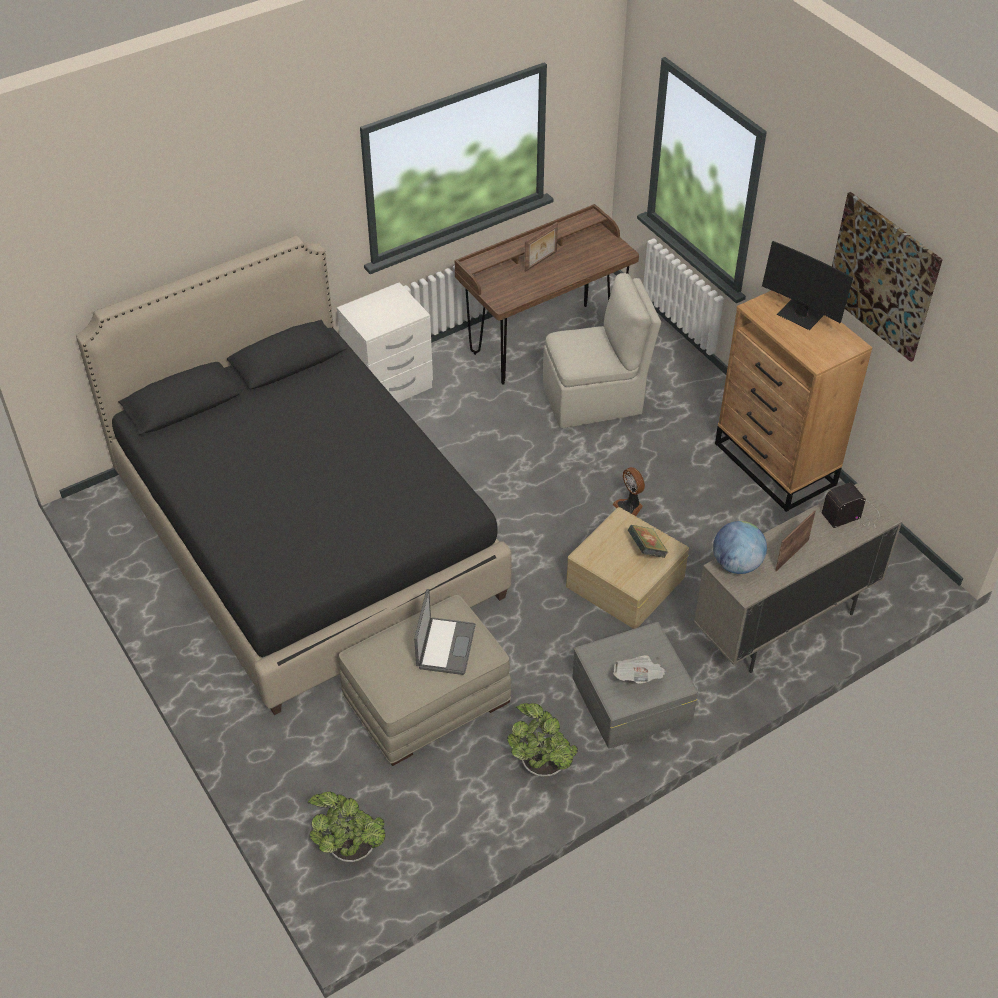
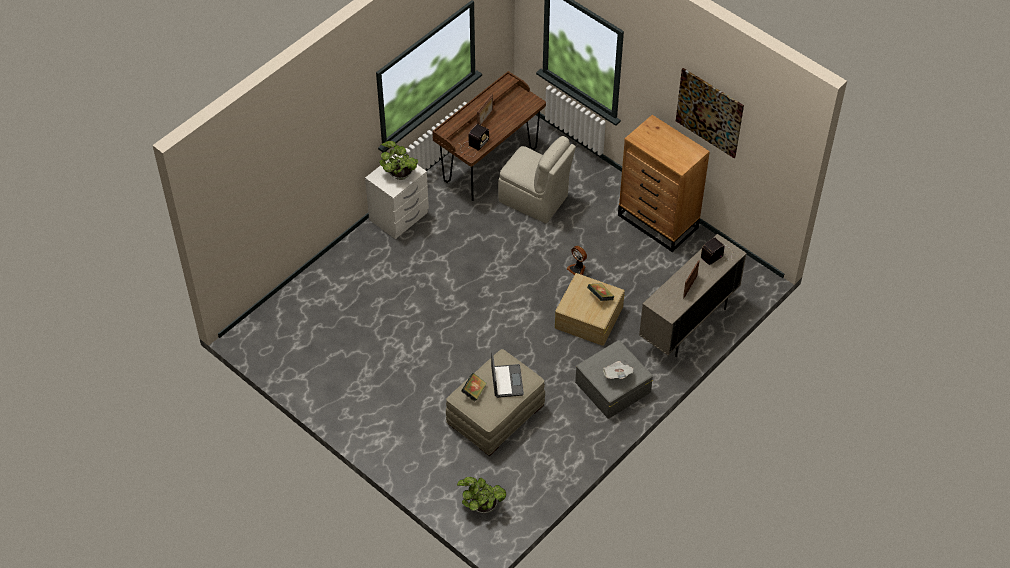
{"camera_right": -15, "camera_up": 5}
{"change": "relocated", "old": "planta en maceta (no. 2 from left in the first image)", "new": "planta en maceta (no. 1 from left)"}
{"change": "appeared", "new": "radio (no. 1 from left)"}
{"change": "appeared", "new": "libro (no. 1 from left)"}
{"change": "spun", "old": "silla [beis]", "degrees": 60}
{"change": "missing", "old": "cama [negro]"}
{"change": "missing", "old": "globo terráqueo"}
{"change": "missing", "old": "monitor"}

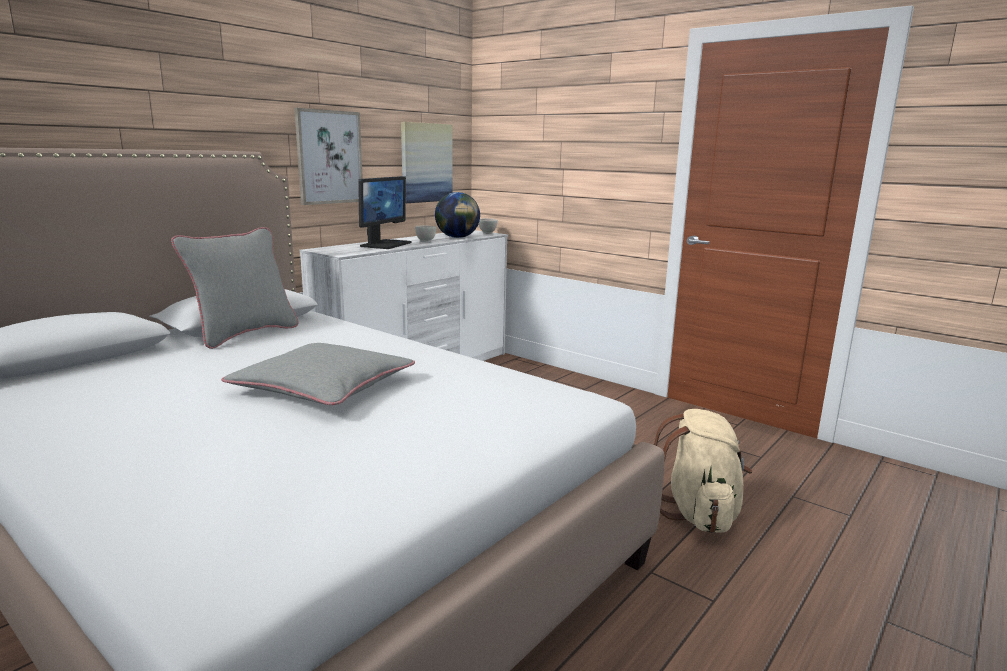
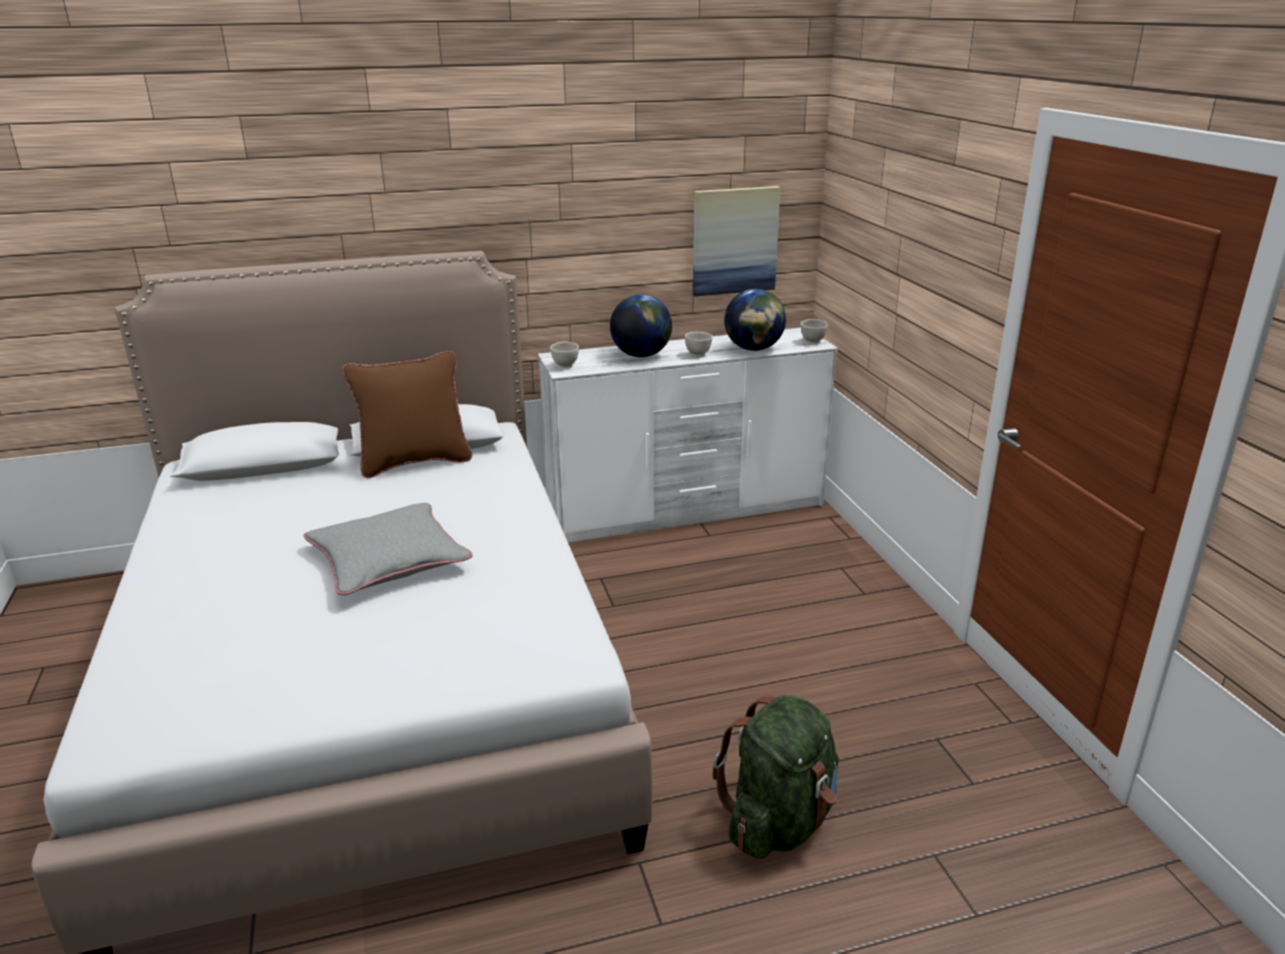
{"camera_right": 35, "camera_up": 10}
{"change": "colour", "old": "cojín [gris] (no. 1 from left)", "new": "cojín [marrón]"}
{"change": "appeared", "new": "cuenco [blanco] (no. 1 from left)"}
{"change": "exchanged", "old": "monitor", "new": "globo terráqueo (no. 1 from left)"}
{"change": "colour", "old": "mochila [beis]", "new": "mochila [verde]"}
{"change": "missing", "old": "cuadro (no. 1 from left)"}

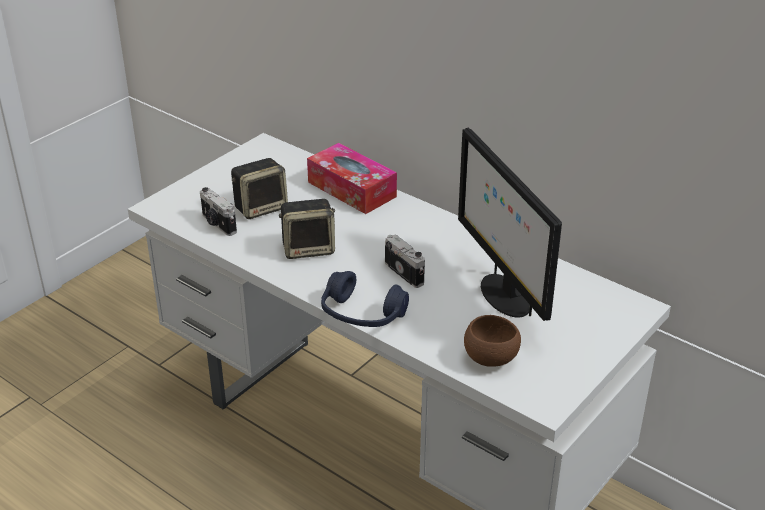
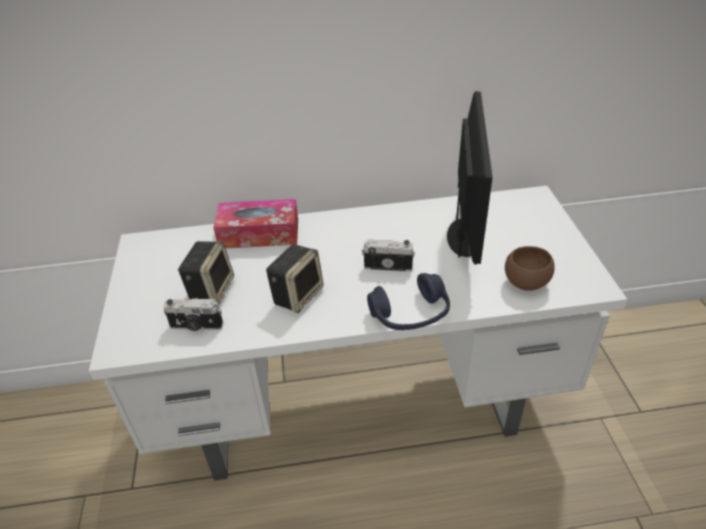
{"camera_right": -45, "camera_up": 5}
{"change": "spun", "old": "monitor", "degrees": -105}

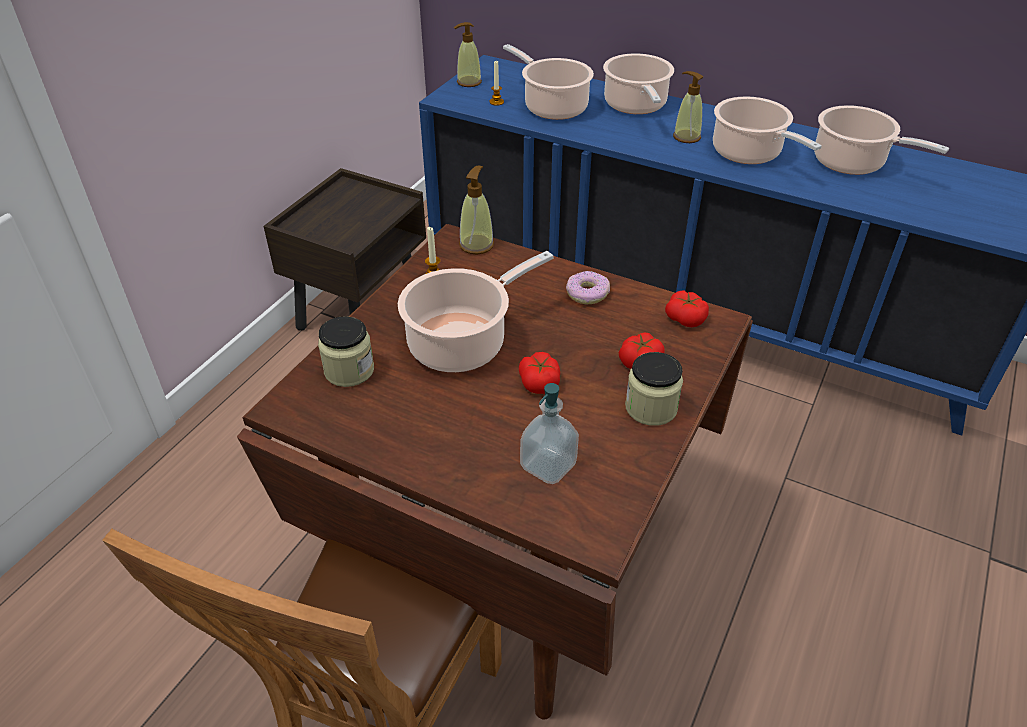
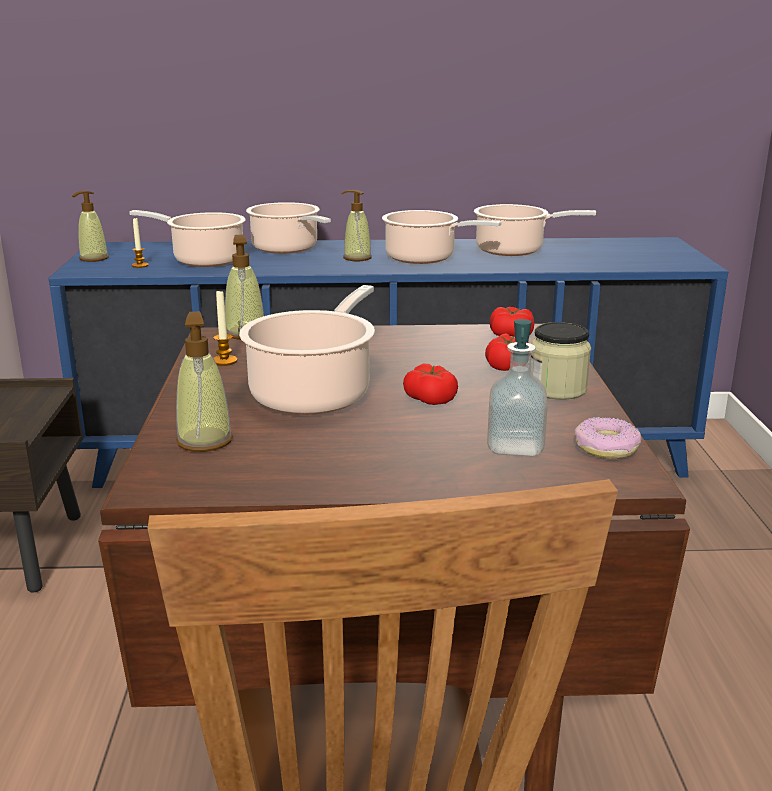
{"camera_right": -30, "camera_up": -20}
{"change": "exchanged", "old": "tarro (no. 1 from left)", "new": "dispensador de jabón (no. 2 from left)"}
{"change": "relocated", "old": "rosquilla"}

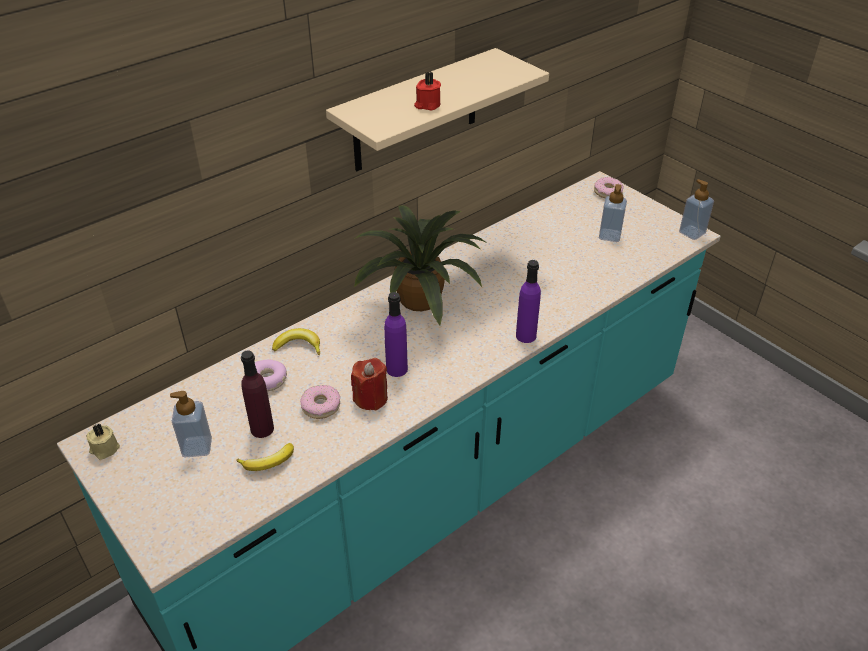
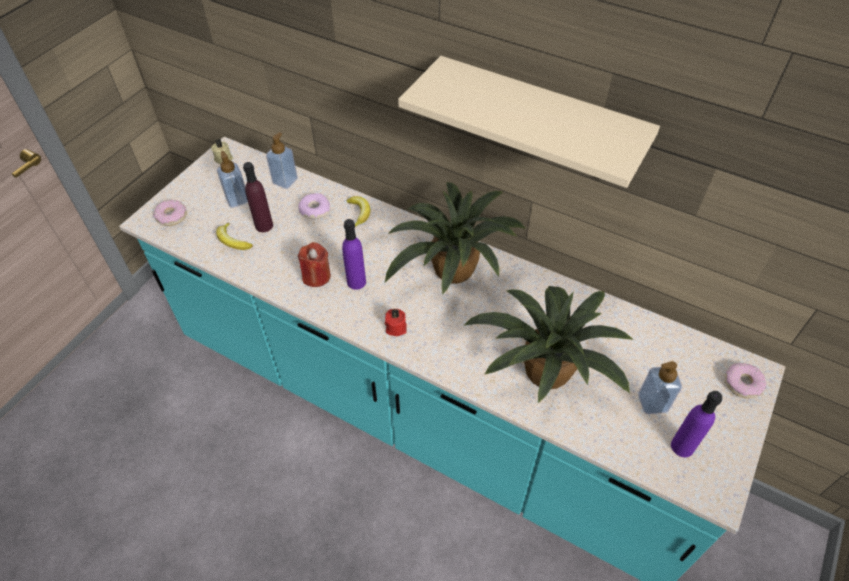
{"camera_right": 70, "camera_up": 10}
{"change": "relocated", "old": "rosquilla (no. 2 from left in the first image)", "new": "rosquilla (no. 1 from left)"}
{"change": "relocated", "old": "dispensador de jabón (no. 3 from left in the first image)", "new": "dispensador de jabón (no. 2 from left)"}
{"change": "relocated", "old": "vela [rojo] (no. 2 from left)"}
{"change": "appeared", "new": "planta en maceta (no. 2 from left)"}
{"change": "relocated", "old": "botella [morado] (no. 3 from left)"}

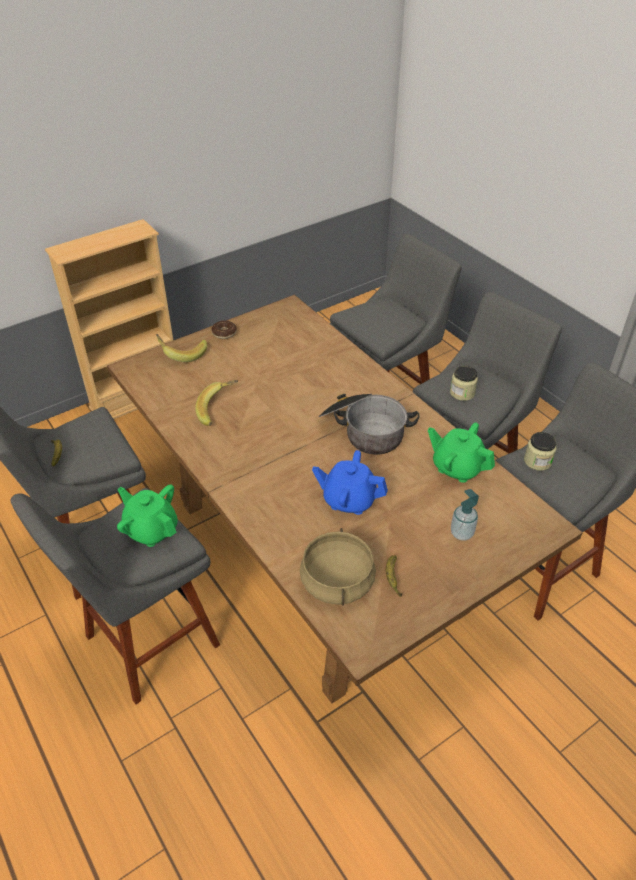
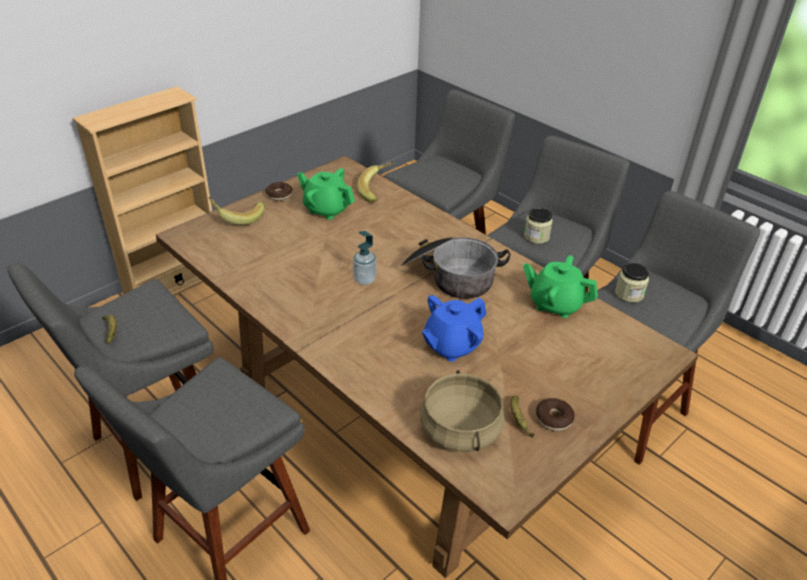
{"camera_right": -10, "camera_up": -5}
{"change": "relocated", "old": "tetera [verde] (no. 1 from left)"}
{"change": "relocated", "old": "dispensador de jabón"}
{"change": "relocated", "old": "plátano (no. 3 from left)"}
{"change": "spun", "old": "tetera [azul]", "degrees": -45}
{"change": "appeared", "new": "rosquilla (no. 2 from left)"}

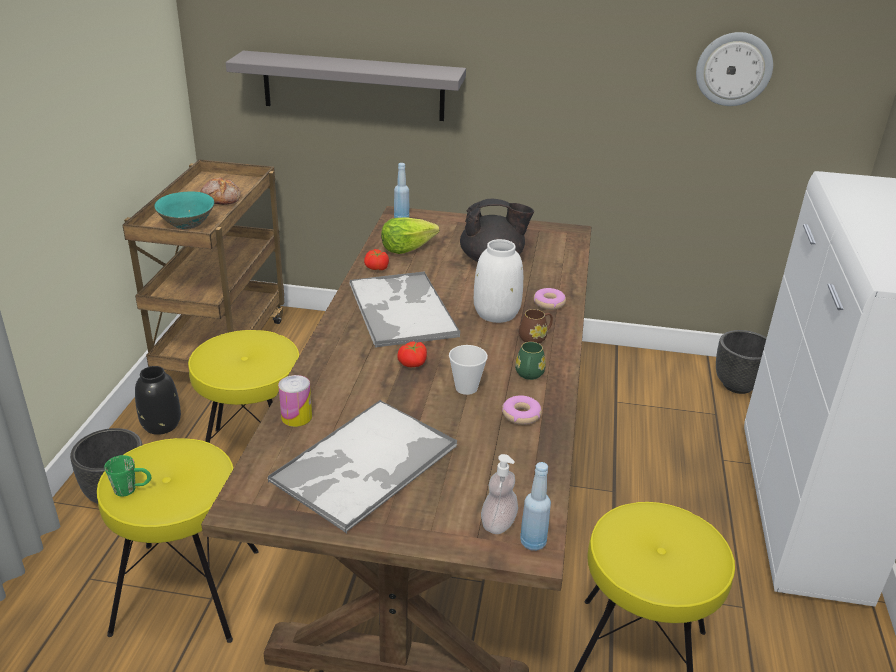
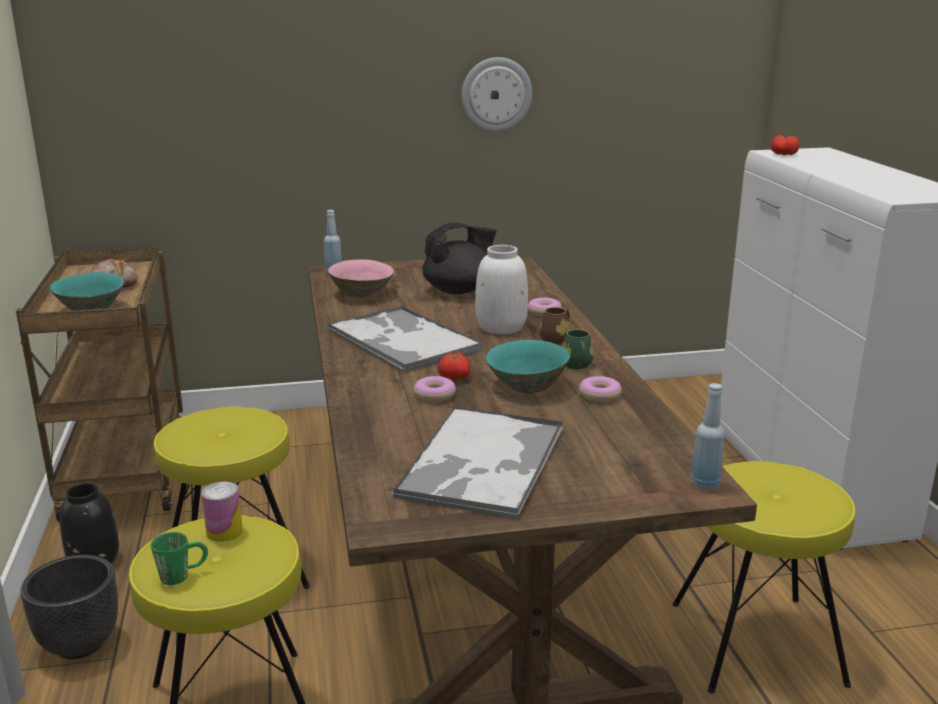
{"camera_right": -20, "camera_up": -10}
{"change": "relocated", "old": "lata"}
{"change": "exchanged", "old": "lechuga", "new": "cuenco [rosa]"}
{"change": "appeared", "new": "rosquilla (no. 1 from left)"}
{"change": "relocated", "old": "reloj de pared"}
{"change": "exchanged", "old": "taza", "new": "cuenco [turquesa] (no. 2 from left)"}
{"change": "relocated", "old": "tomate (no. 1 from left in the first image)", "new": "tomate (no. 2 from left)"}
{"change": "missing", "old": "estante [gris]"}
{"change": "missing", "old": "dispensador de jabón"}
{"change": "missing", "old": "maceta [negro] (no. 2 from left)"}

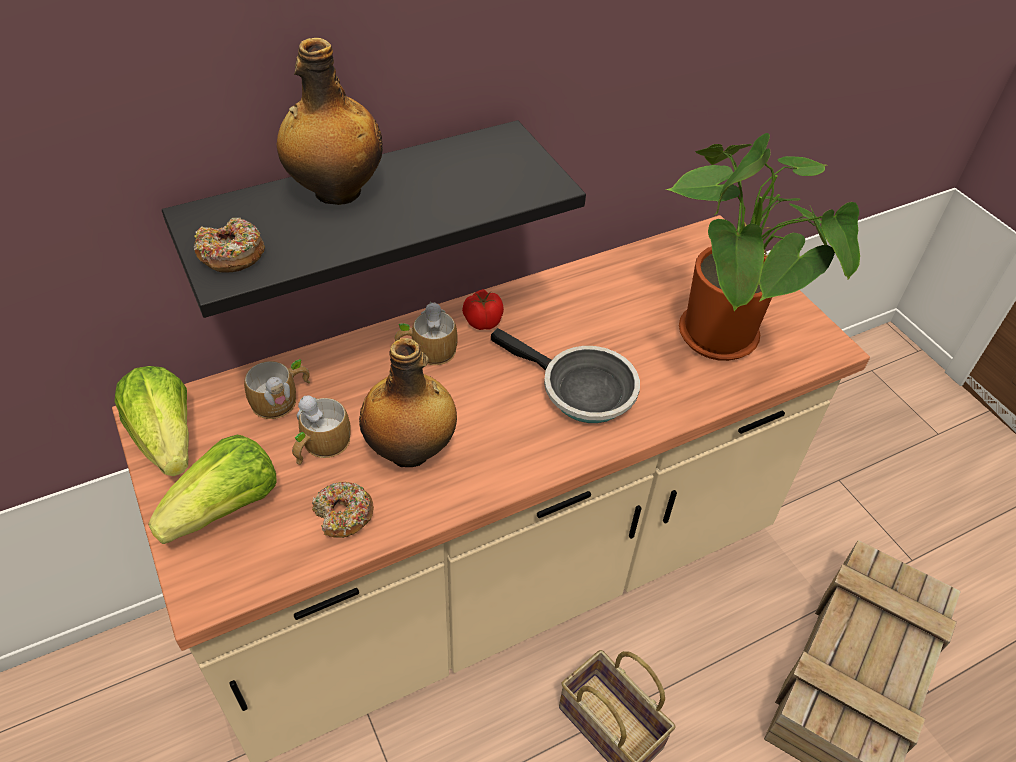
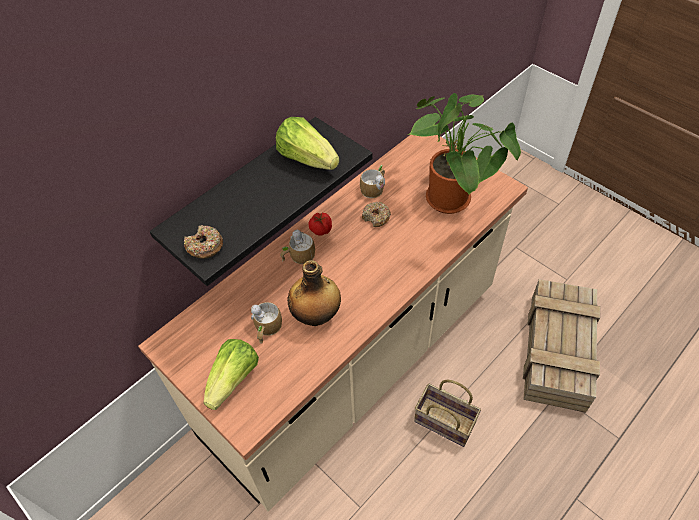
{"camera_right": -15, "camera_up": 5}
{"change": "relocated", "old": "lechuga (no. 1 from left in the first image)", "new": "lechuga (no. 2 from left)"}
{"change": "relocated", "old": "taza grande (no. 1 from left in the first image)", "new": "taza grande (no. 3 from left)"}
{"change": "relocated", "old": "rosquilla (no. 2 from left)"}
{"change": "missing", "old": "botella (no. 1 from left)"}
{"change": "missing", "old": "sartén"}

